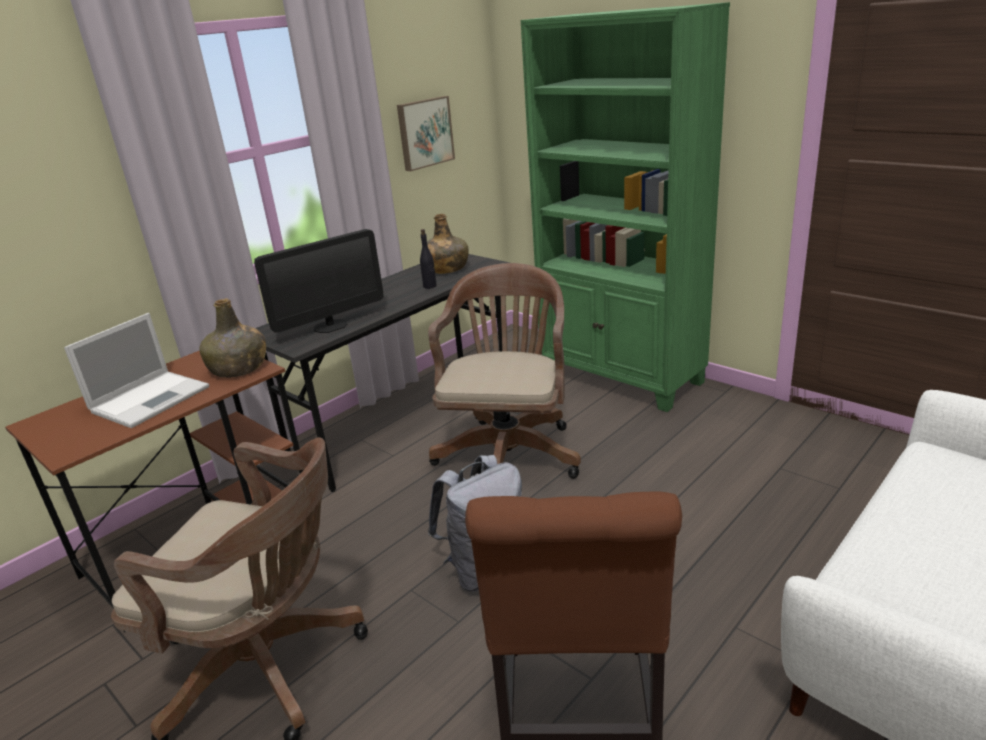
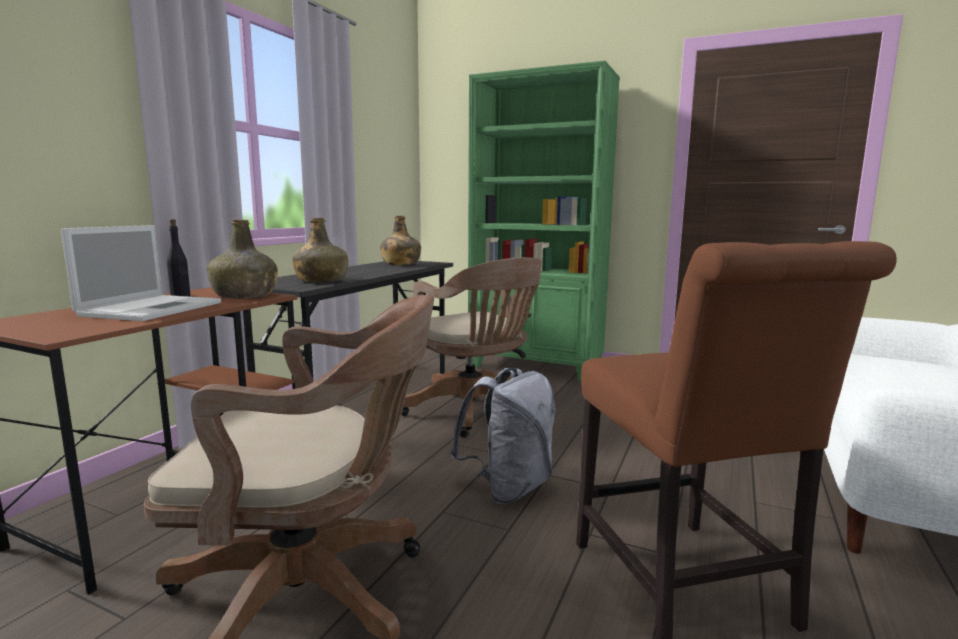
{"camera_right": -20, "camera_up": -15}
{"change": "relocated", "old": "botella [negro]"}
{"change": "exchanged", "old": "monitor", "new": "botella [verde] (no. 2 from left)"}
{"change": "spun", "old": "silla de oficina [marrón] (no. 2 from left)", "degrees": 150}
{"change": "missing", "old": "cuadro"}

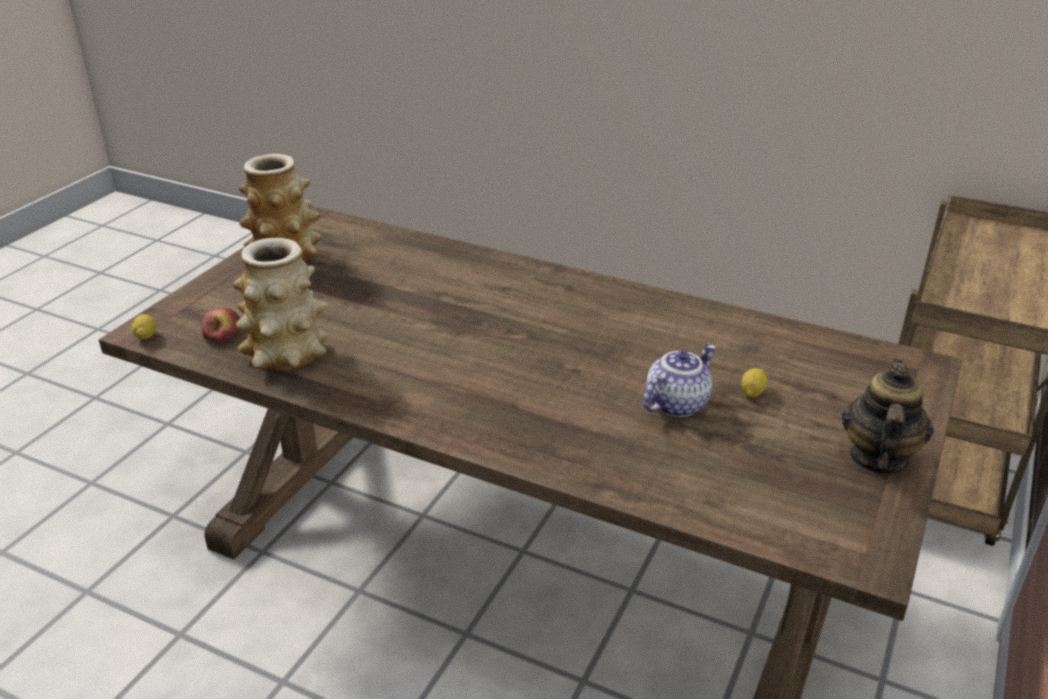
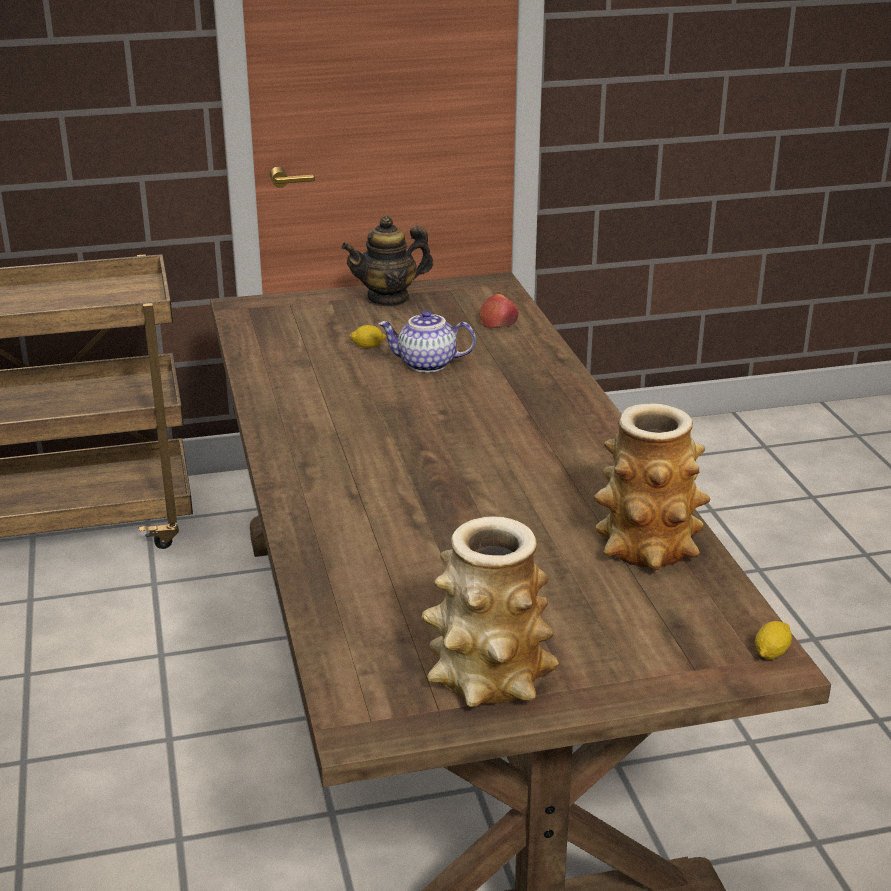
{"camera_right": -130, "camera_up": -5}
{"change": "relocated", "old": "manzana"}

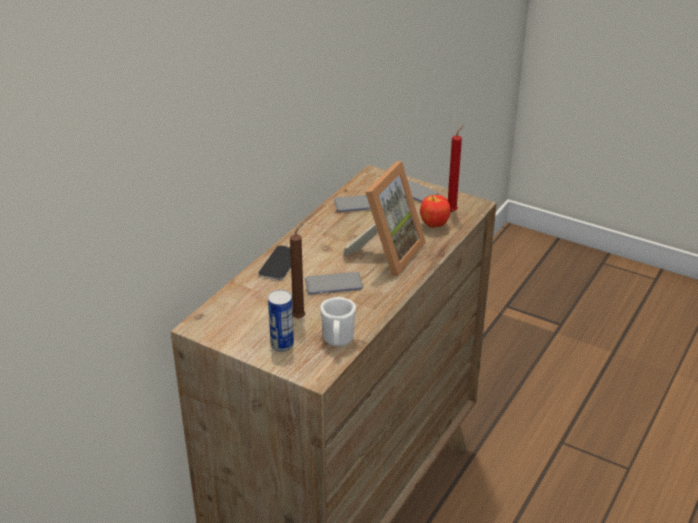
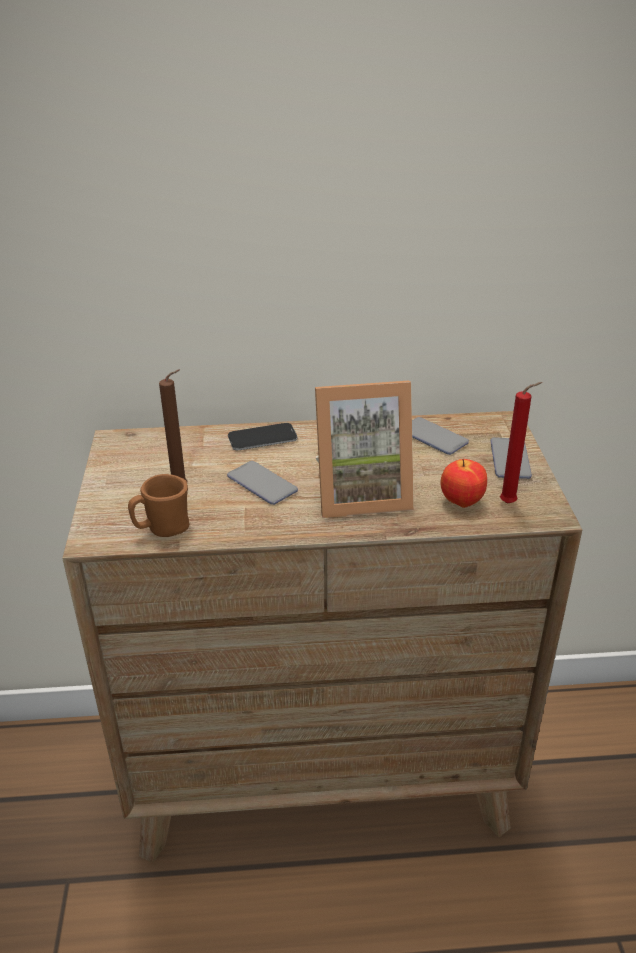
{"camera_right": 55, "camera_up": 0}
{"change": "colour", "old": "taza grande [blanco]", "new": "taza grande [marrón]"}
{"change": "missing", "old": "lata"}

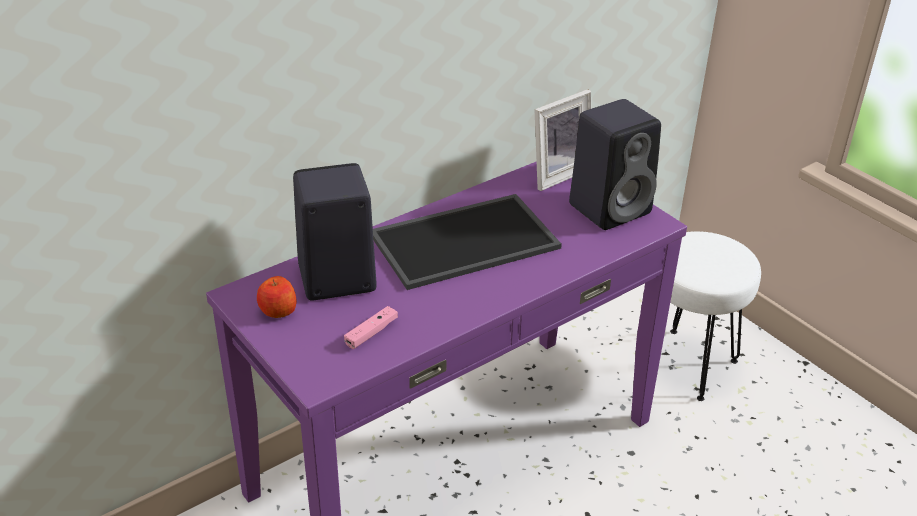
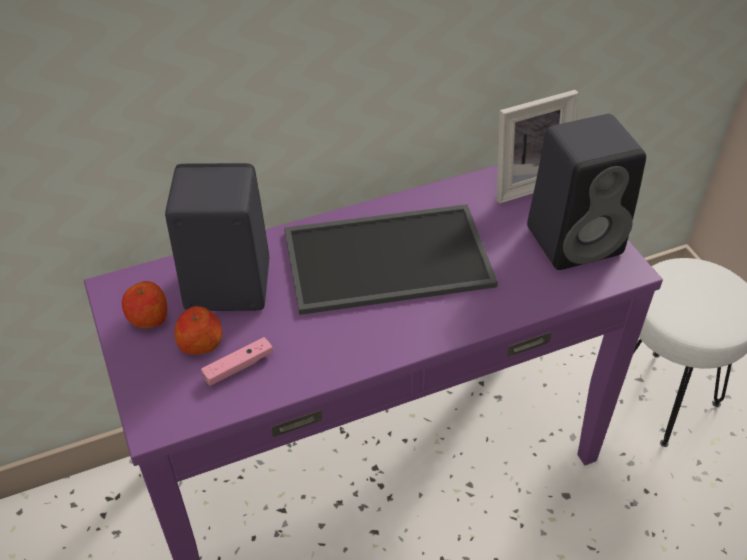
{"camera_right": 15, "camera_up": 10}
{"change": "appeared", "new": "manzana (no. 2 from left)"}

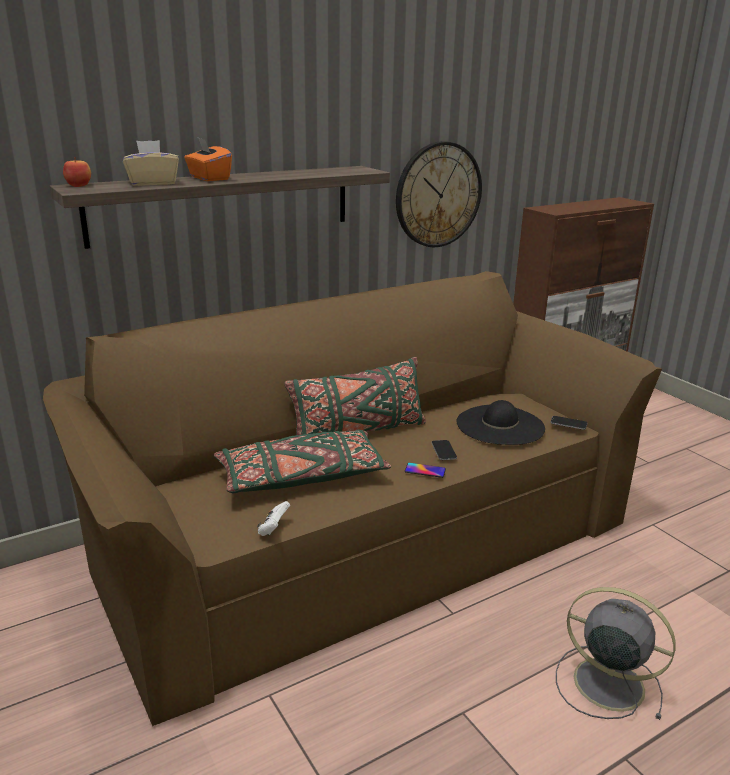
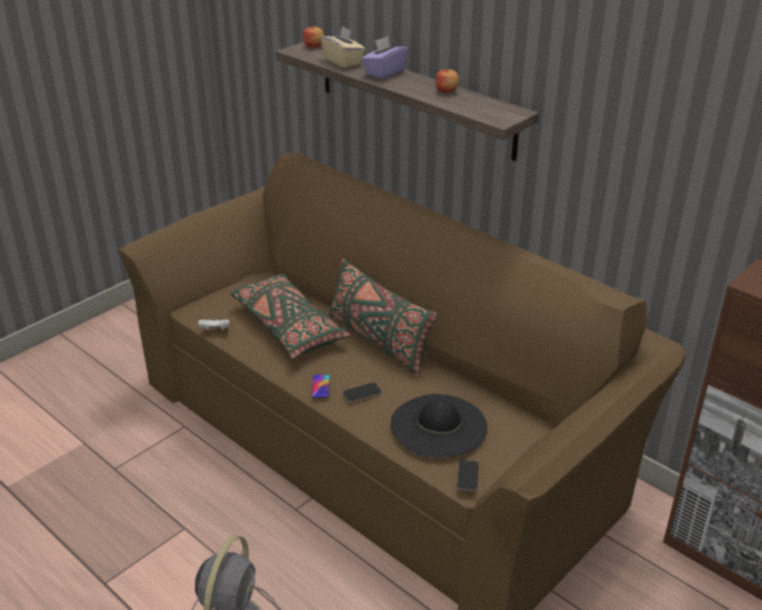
{"camera_right": 75, "camera_up": 10}
{"change": "colour", "old": "caja de pañuelos [naranja]", "new": "caja de pañuelos [morado]"}
{"change": "appeared", "new": "manzana (no. 2 from left)"}
{"change": "missing", "old": "reloj de pared"}

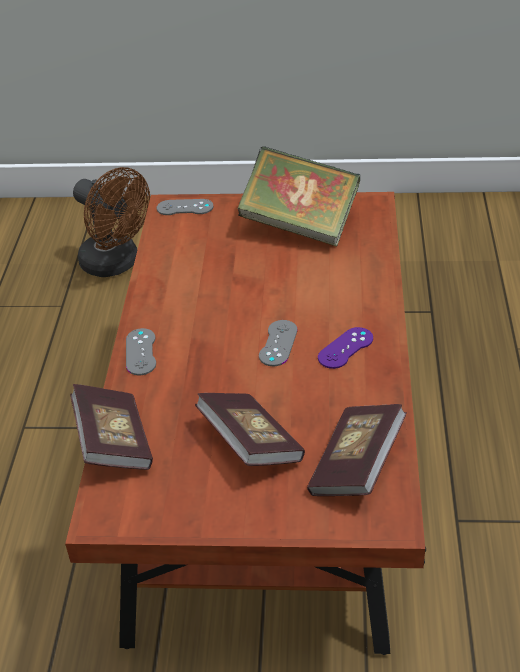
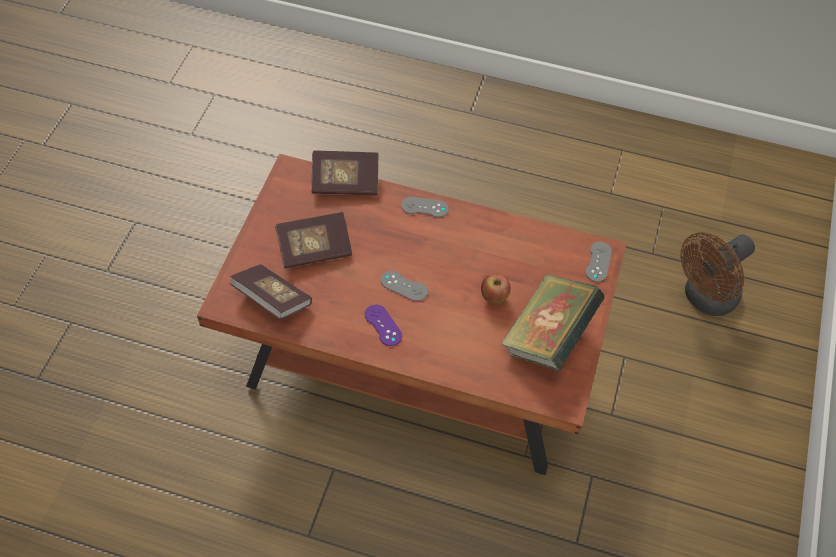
{"camera_right": 100, "camera_up": 15}
{"change": "appeared", "new": "manzana"}

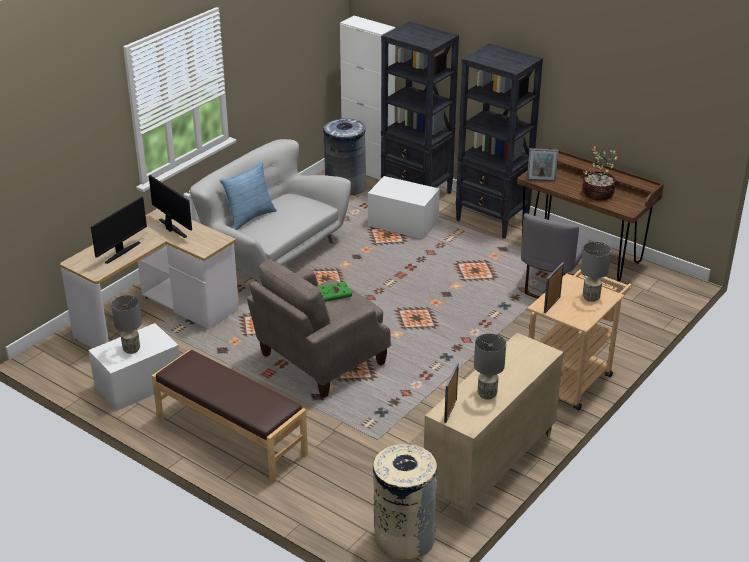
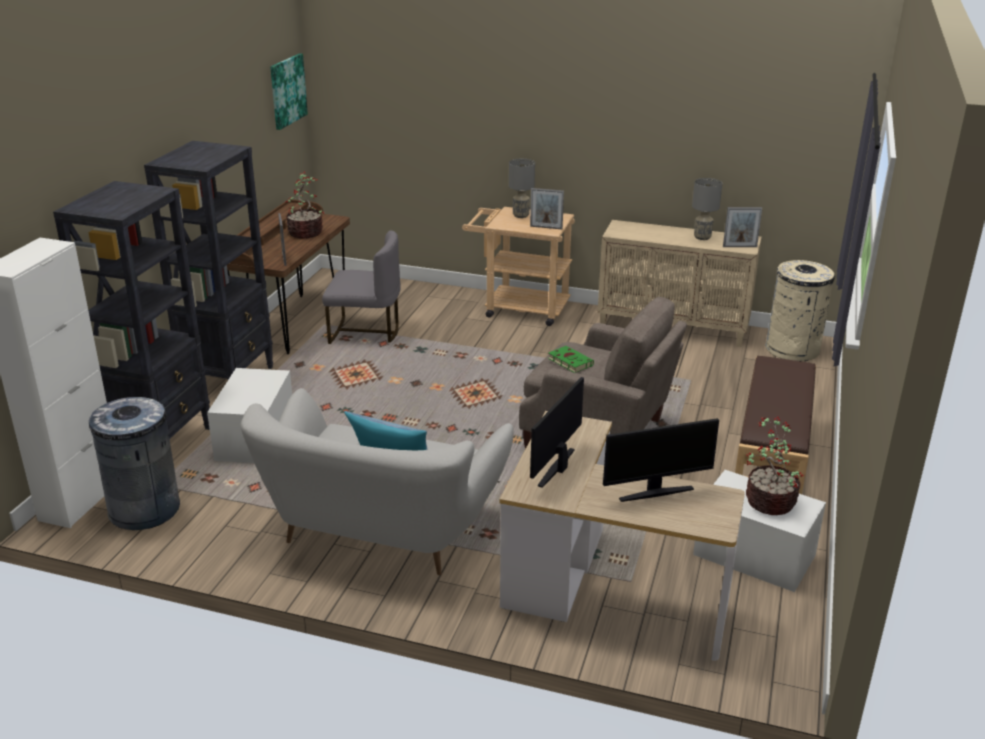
{"camera_right": -110, "camera_up": -5}
{"change": "appeared", "new": "cuadro"}
{"change": "spun", "old": "monitor (no. 1 from left in the first image)", "degrees": 150}
{"change": "exchanged", "old": "lámpara de mesa [gris] (no. 1 from left)", "new": "planta en maceta (no. 2 from left)"}

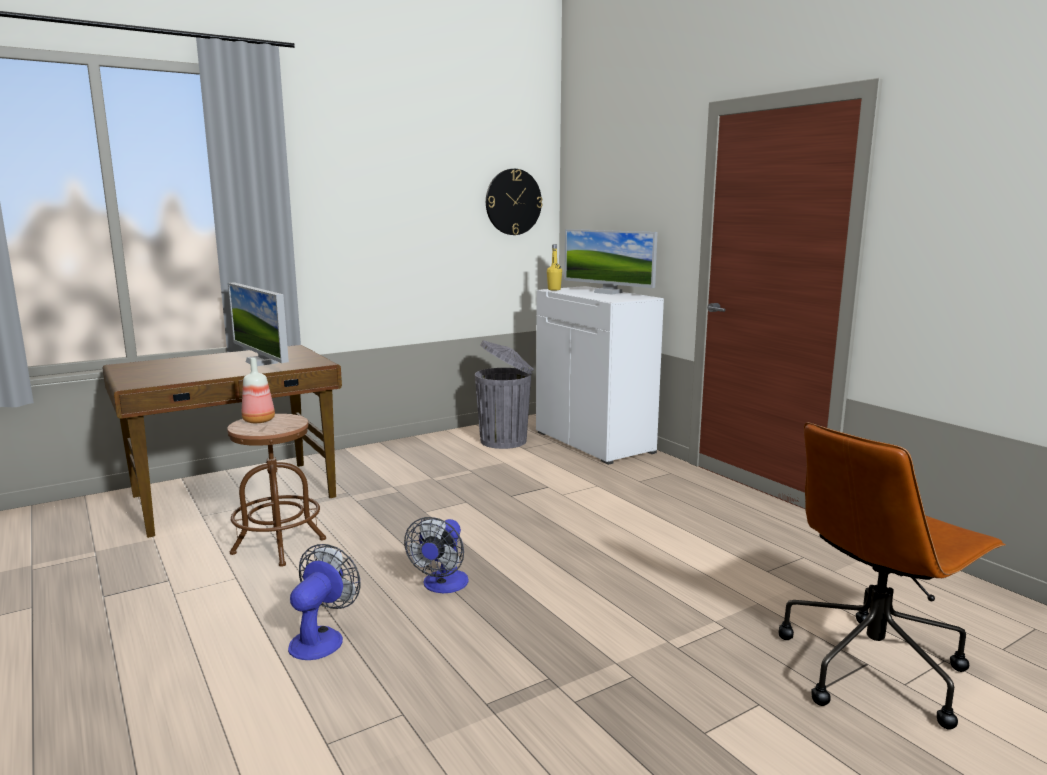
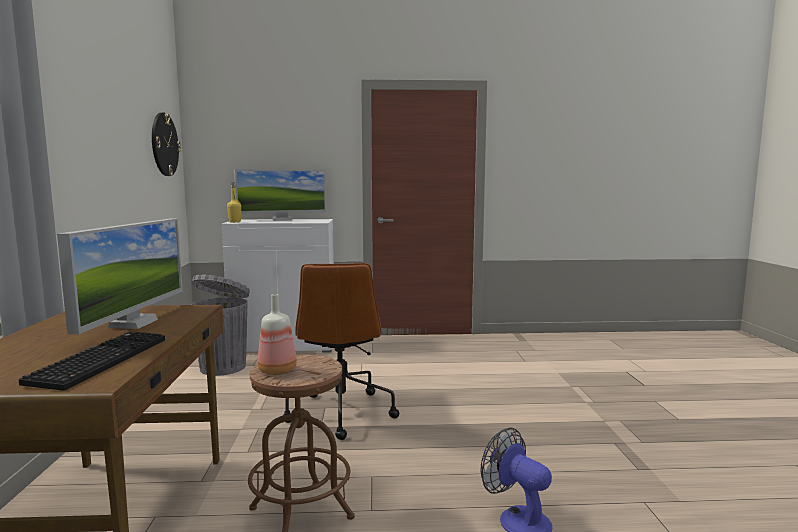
{"camera_right": -60, "camera_up": -5}
{"change": "appeared", "new": "teclado"}
{"change": "spun", "old": "monitor (no. 1 from left)", "degrees": -75}
{"change": "relocated", "old": "silla de oficina [marrón]"}
{"change": "missing", "old": "ventilador (no. 2 from left)"}

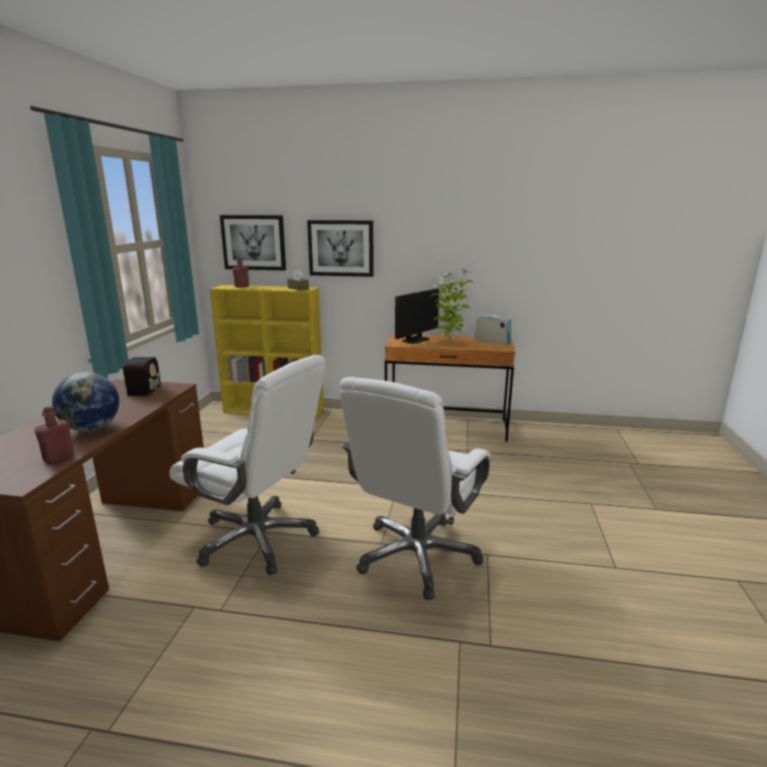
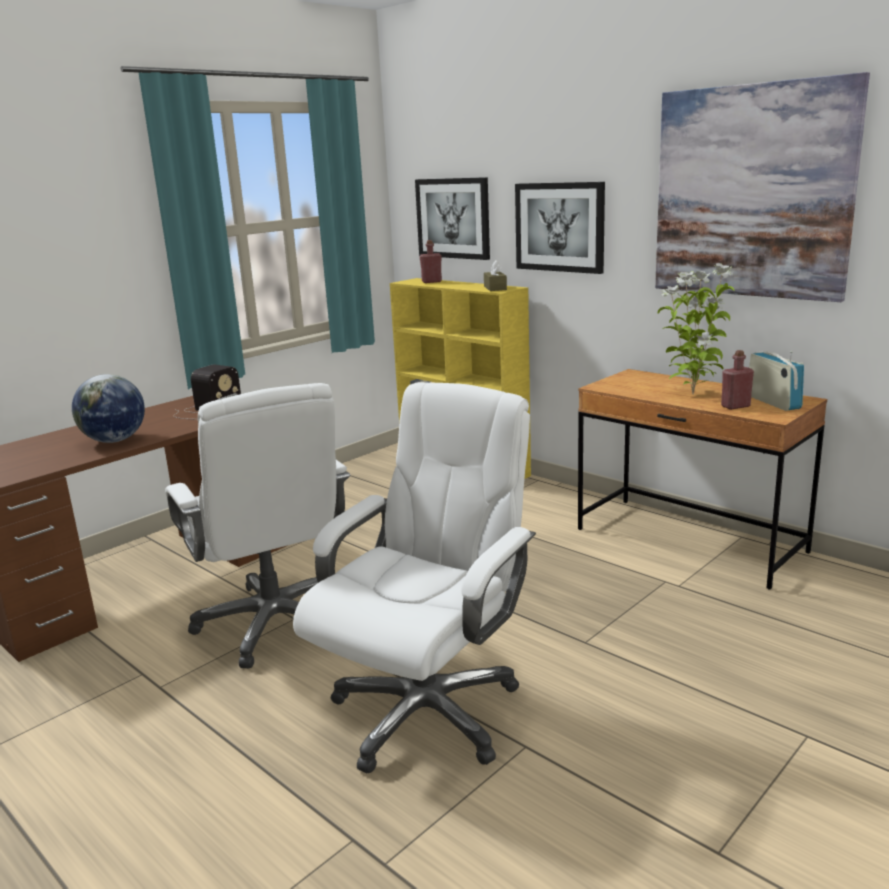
{"camera_right": 35, "camera_up": 0}
{"change": "spun", "old": "silla de oficina [blanco] (no. 2 from left)", "degrees": 150}
{"change": "appeared", "new": "cuadro (no. 3 from left)"}
{"change": "relocated", "old": "botella [rojo] (no. 1 from left in the first image)", "new": "botella [rojo] (no. 2 from left)"}
{"change": "missing", "old": "monitor"}

